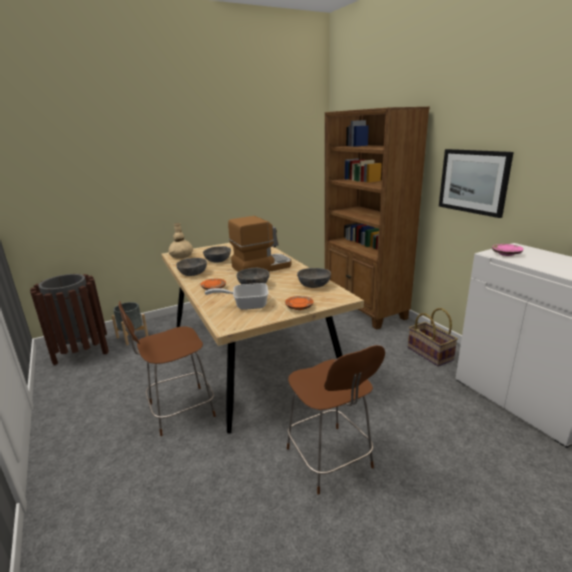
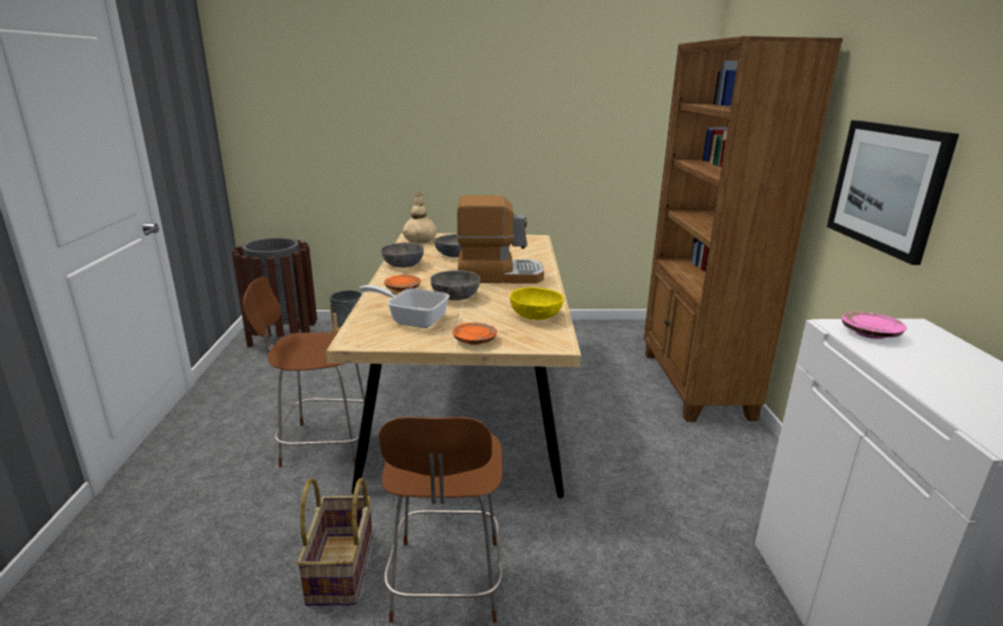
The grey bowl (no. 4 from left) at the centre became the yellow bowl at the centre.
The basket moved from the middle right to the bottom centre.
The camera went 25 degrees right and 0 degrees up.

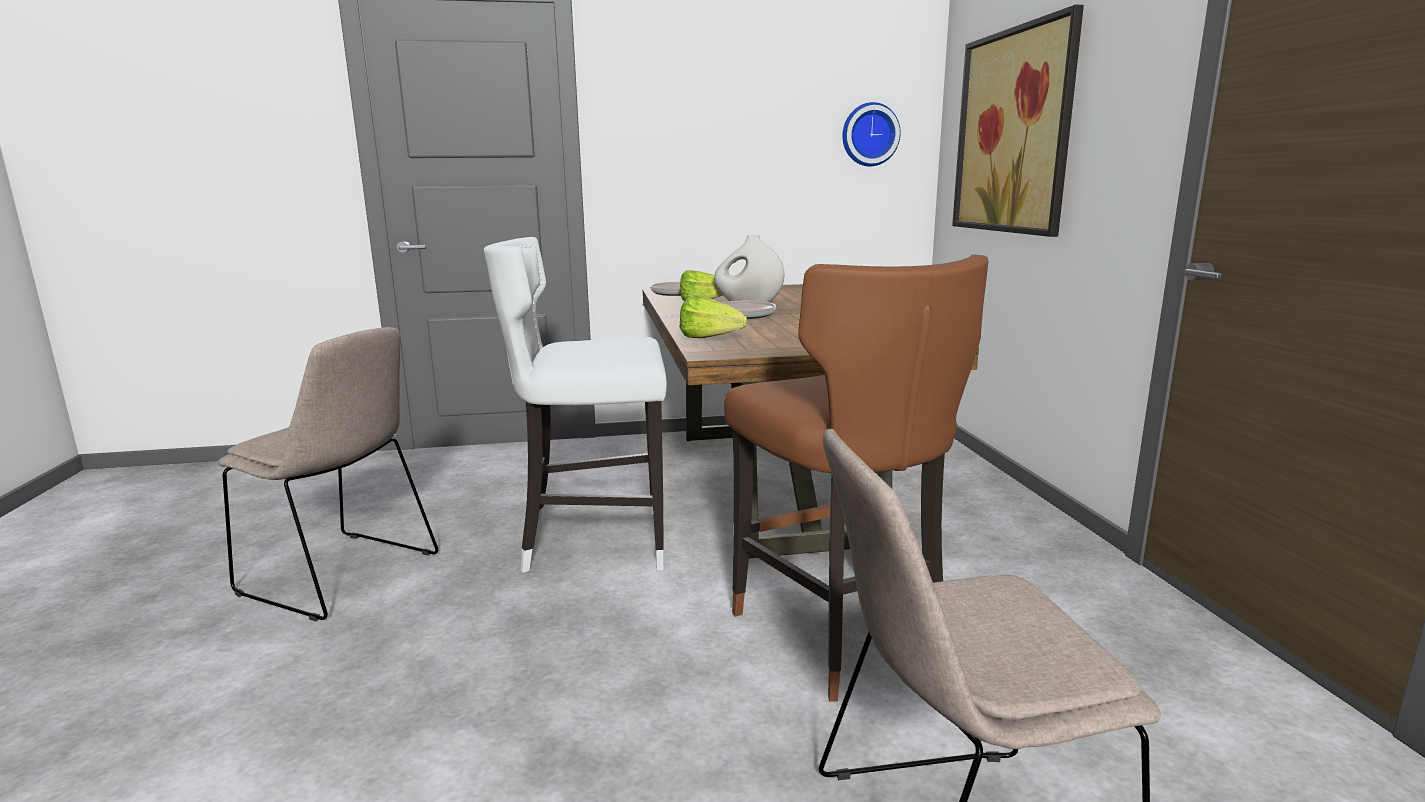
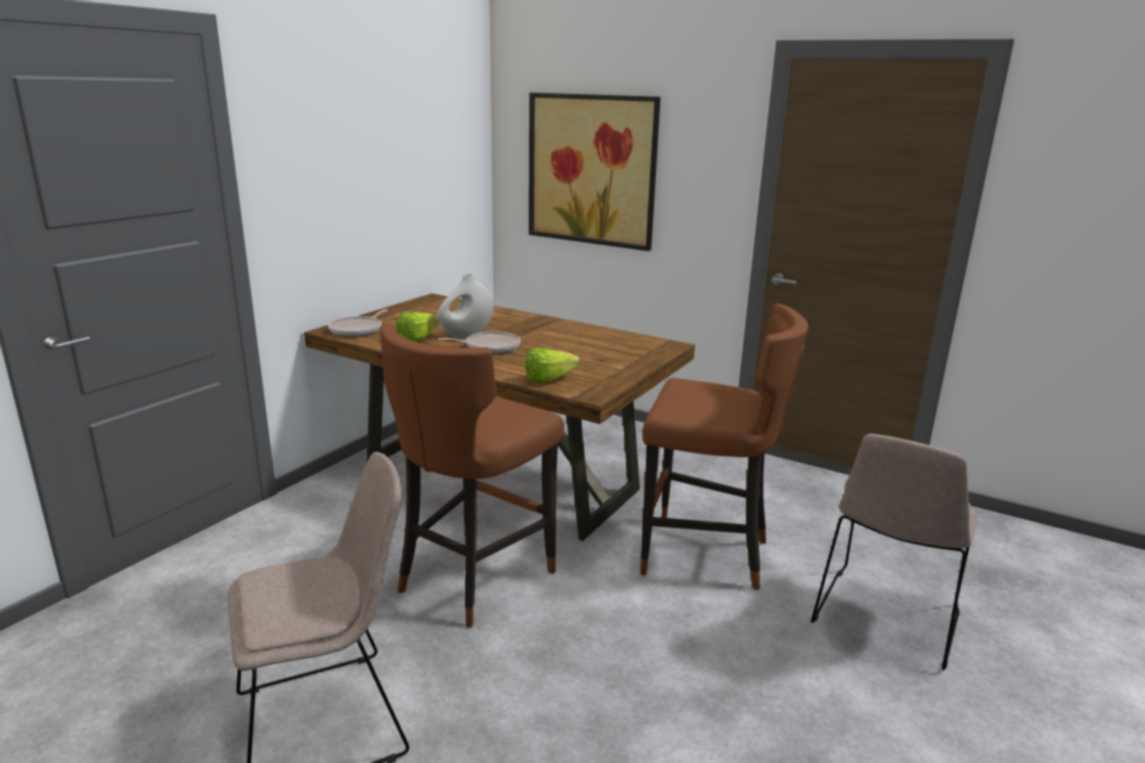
The white stool at the centre became the brown stool (no. 1 from left) at the centre.
The wall clock at the top centre disappeared.
The camera went 50 degrees left and 5 degrees up.

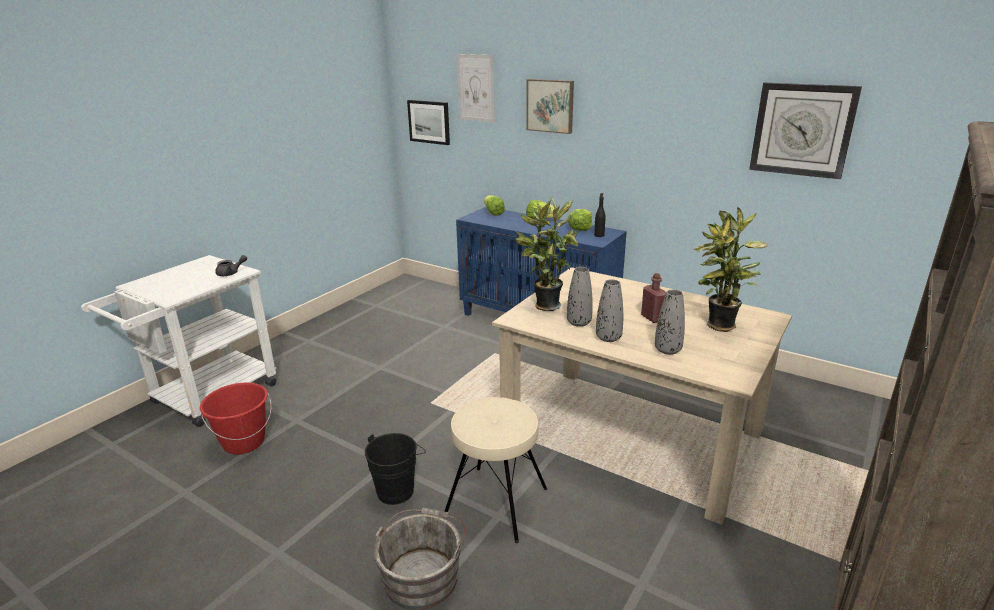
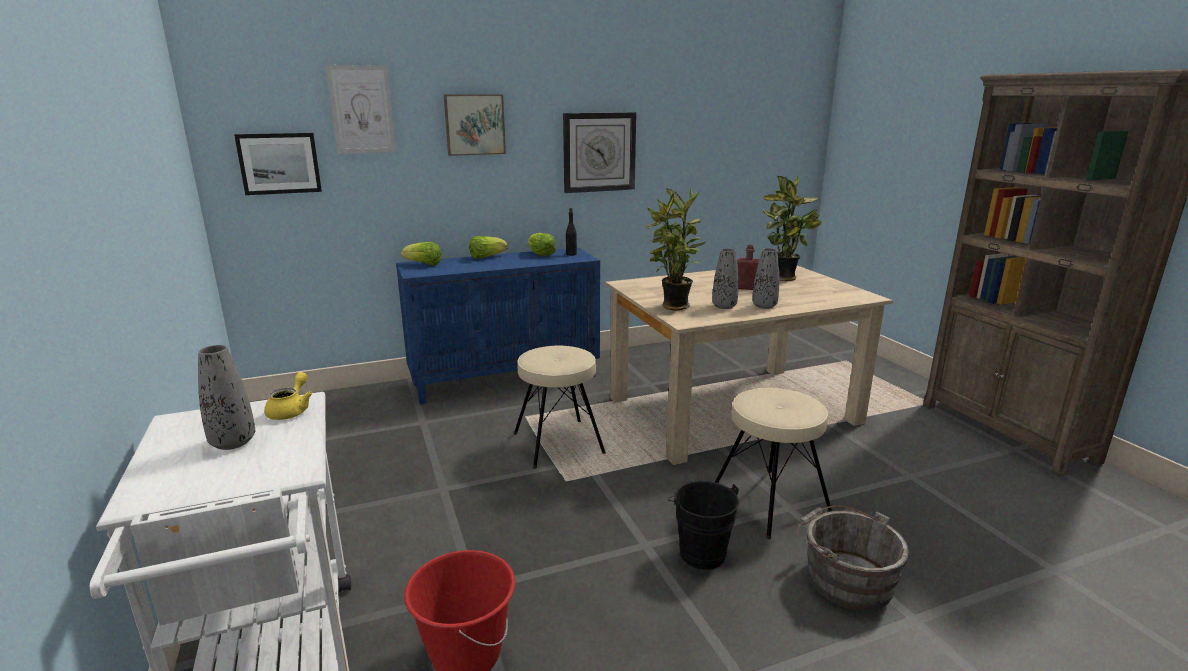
The grey teapot at the middle left became the yellow teapot at the middle left.
The grey vase (no. 3 from left in the first image) moved from the middle right to the middle left.
The wall clock moved from the top right to the top centre.
The beige stool (no. 1 from left) at the centre appeared.
The camera went 55 degrees left and 5 degrees down.

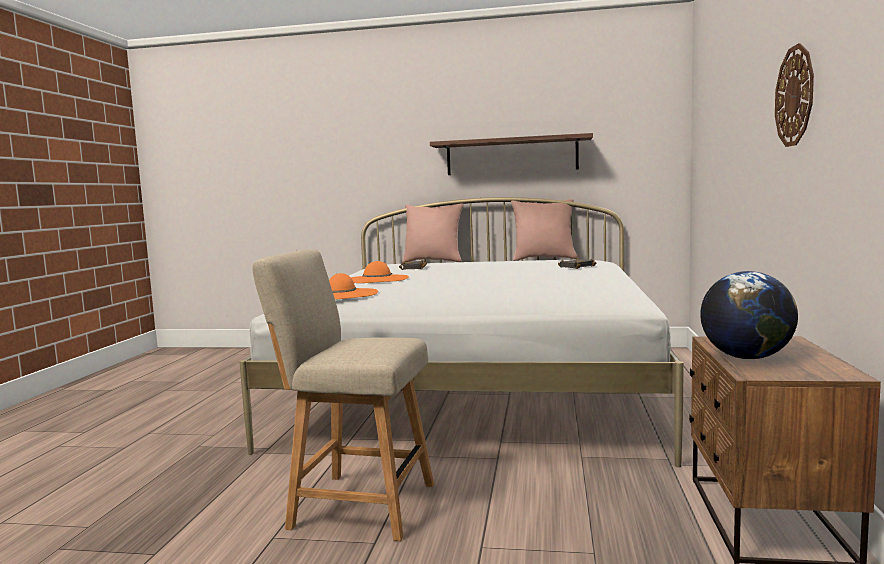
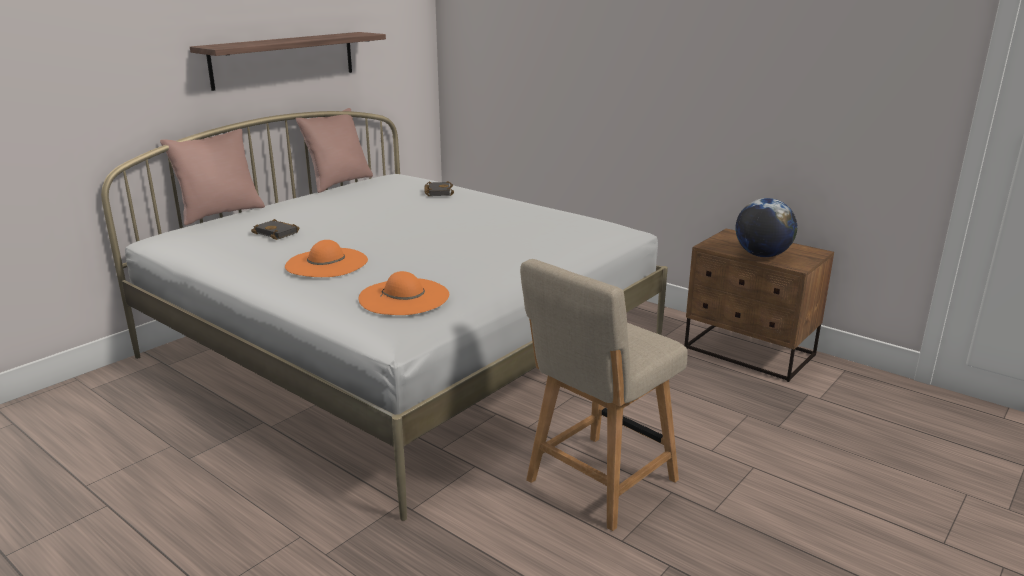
The wall clock at the top right disappeared.
The camera went 60 degrees left and 15 degrees up.

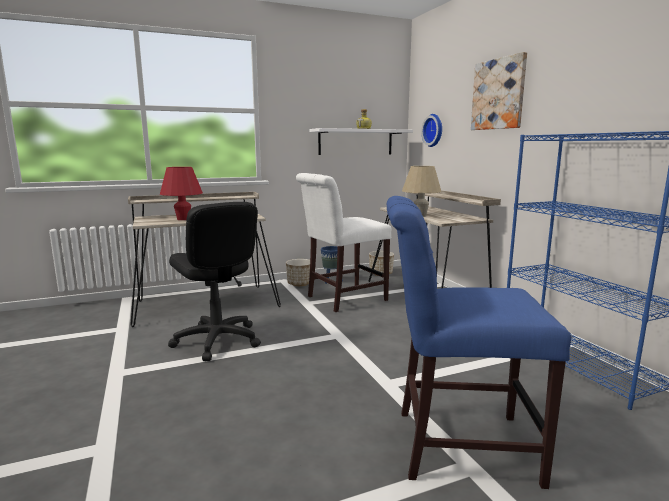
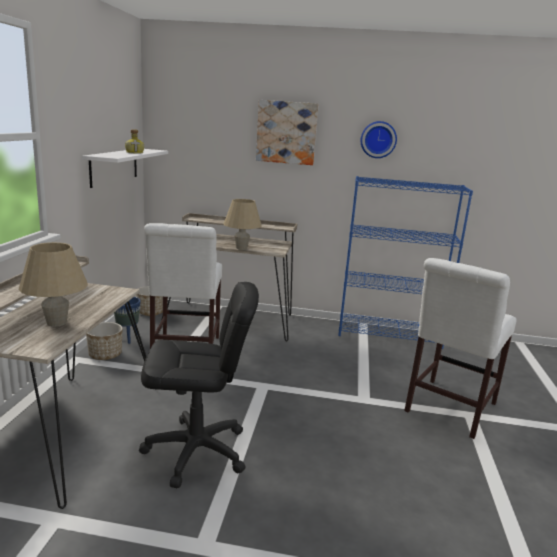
The red table lamp at the middle left became the beige table lamp (no. 1 from left) at the middle left.
The blue chair at the bottom right became the white chair (no. 2 from left) at the middle right.
The wall clock moved from the top centre to the top right.
The camera went 60 degrees left and 5 degrees up.

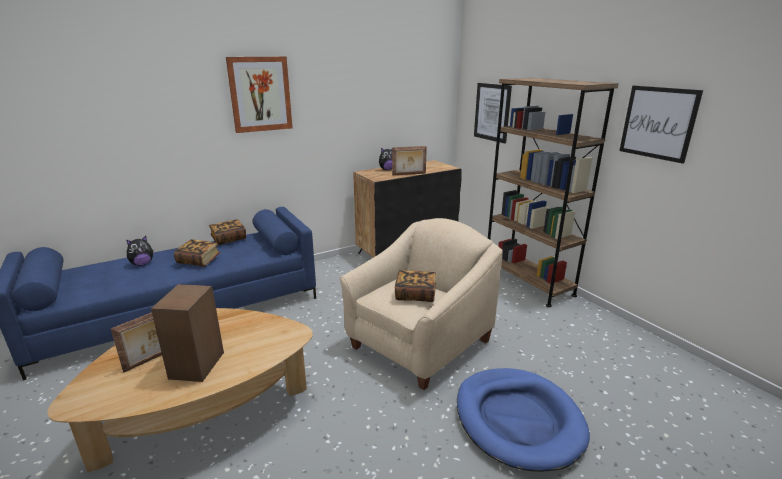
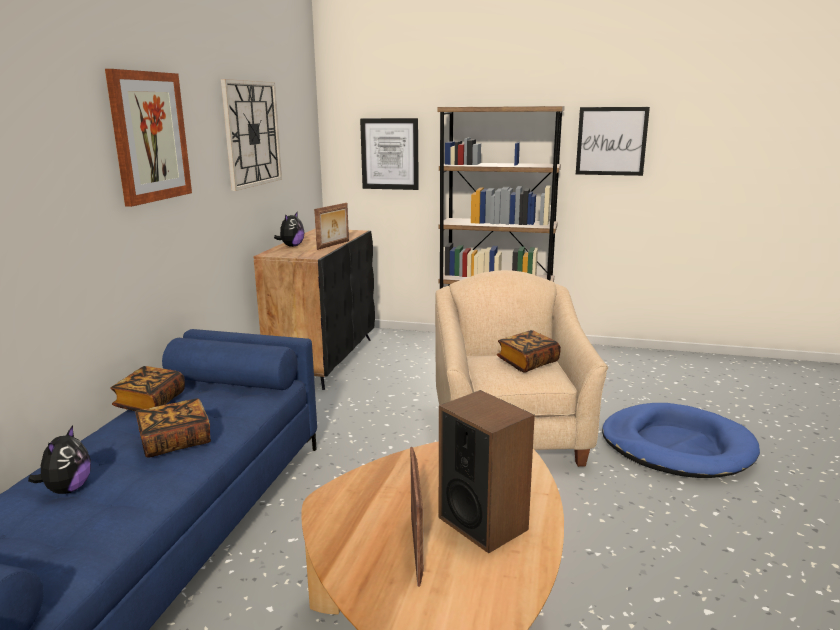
The wall clock at the top left appeared.
The camera went 45 degrees left and 5 degrees down.

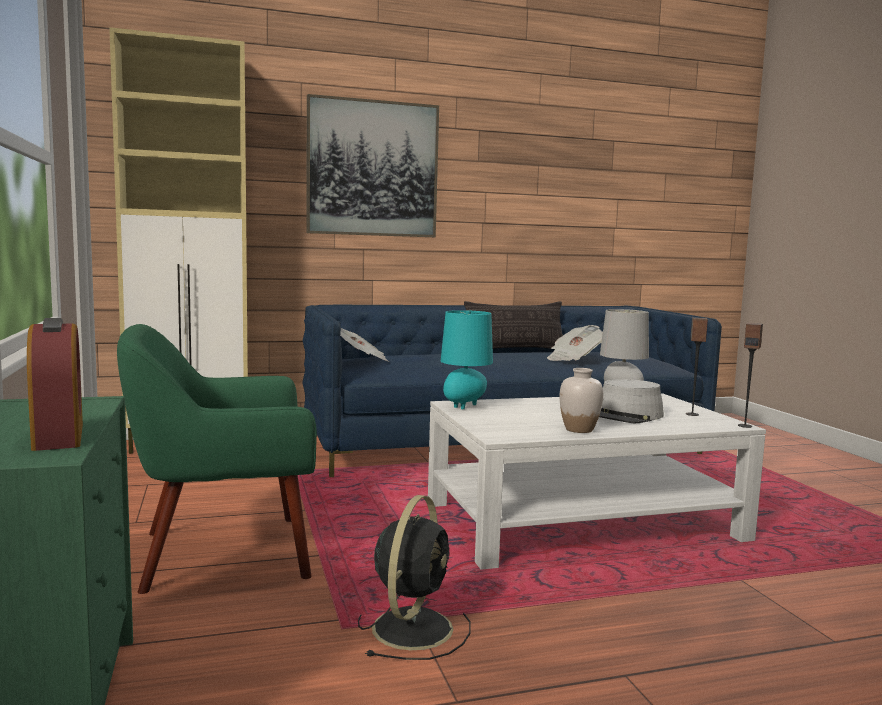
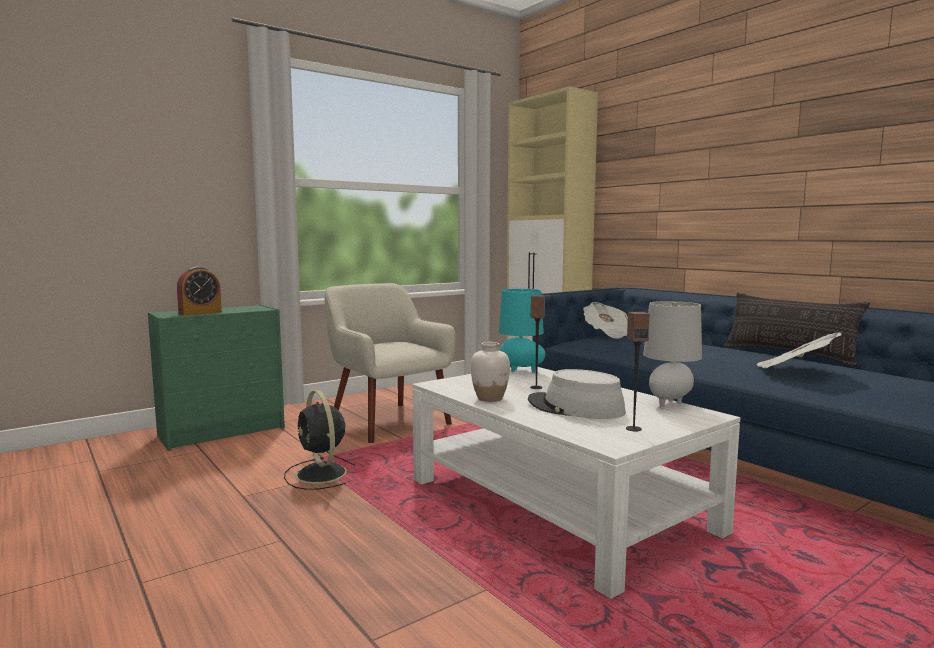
The green armchair at the middle left became the beige armchair at the centre.
The picture at the top centre disappeared.
The black fan at the bottom centre turned 60 degrees clockwise.
The speaker (no. 2 from left in the first image) moved from the middle right to the centre.
The camera went 70 degrees right and 0 degrees up.

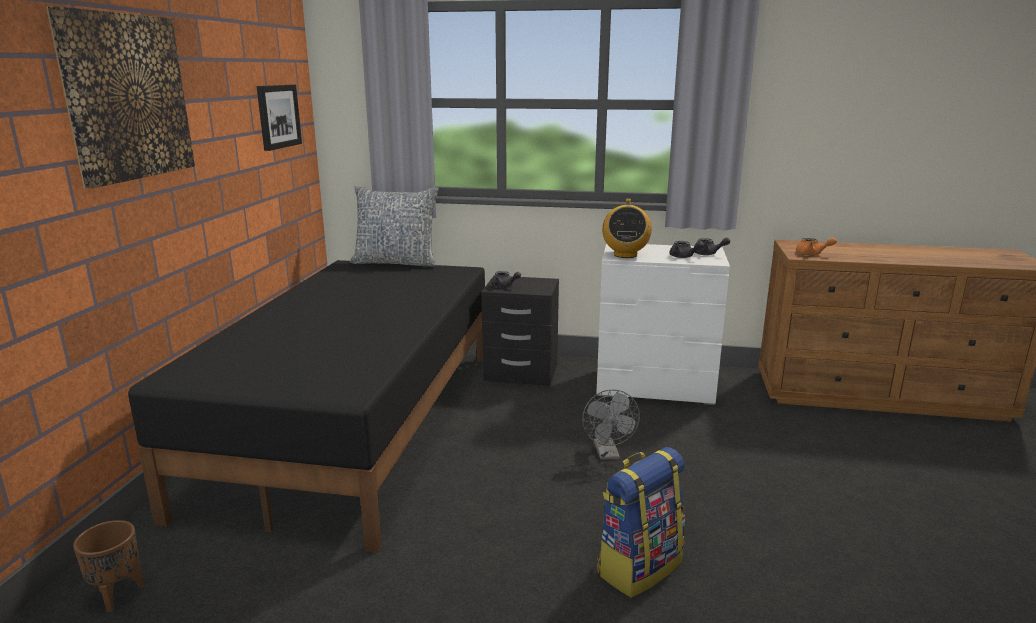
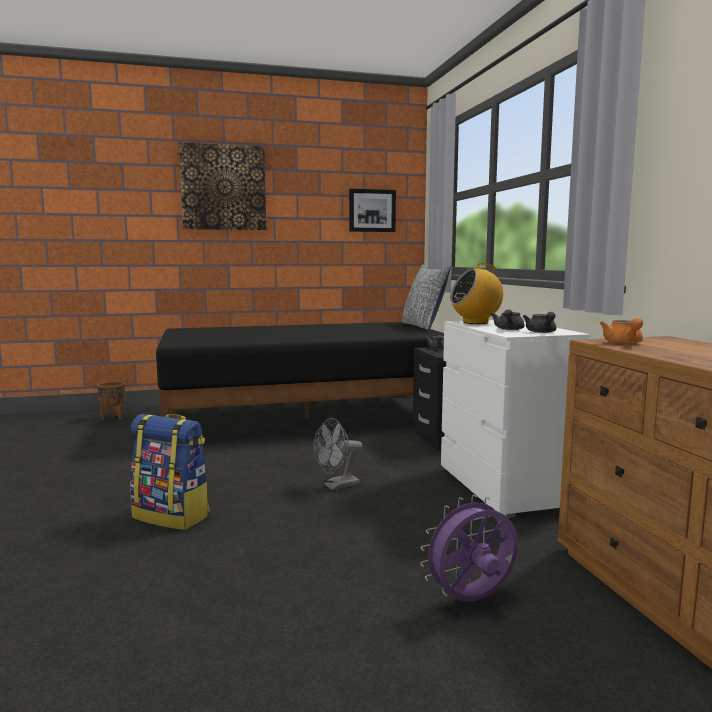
The purple fan at the bottom centre appeared.
The camera went 65 degrees right and 10 degrees down.

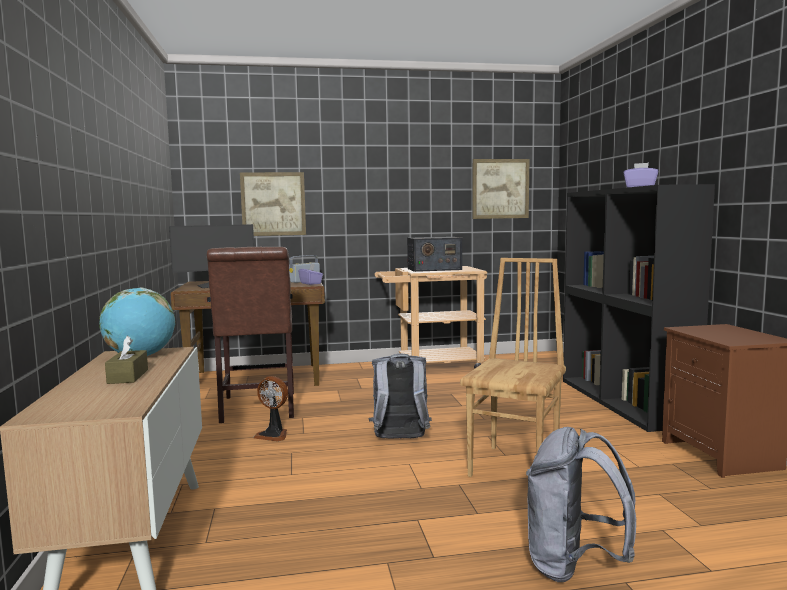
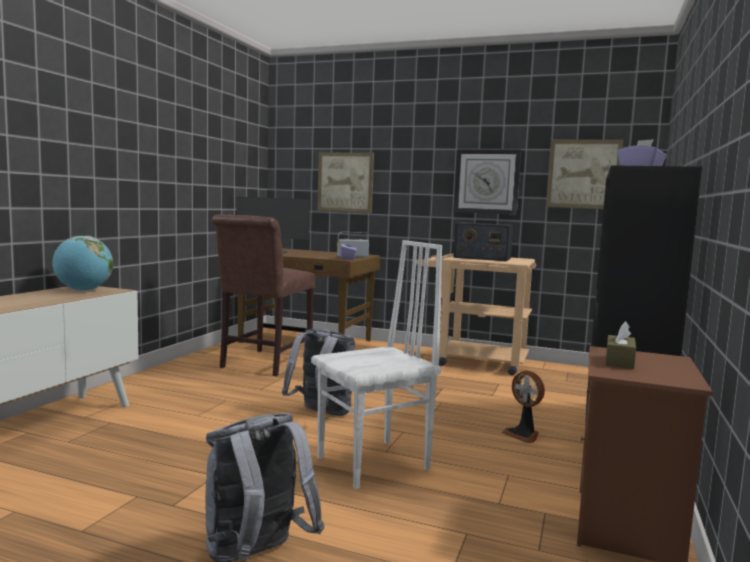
The brown tissue box moved from the middle left to the middle right.
The fan moved from the bottom centre to the bottom right.
The brown chair (no. 2 from left) at the centre became the white chair at the centre.
The wall clock at the top centre appeared.
The camera went 30 degrees right and 0 degrees up.

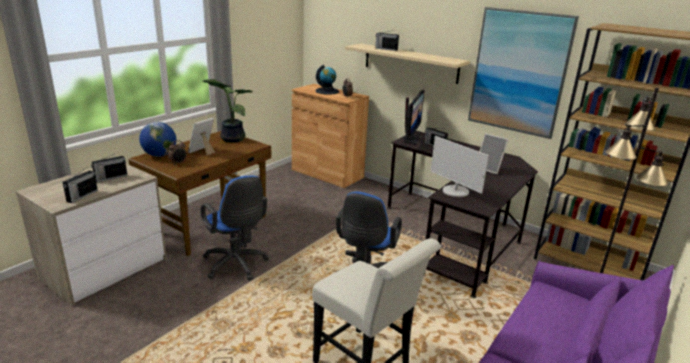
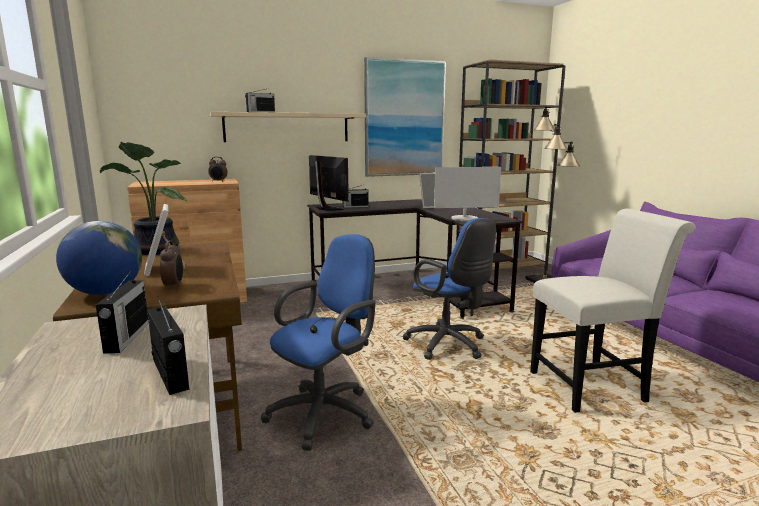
The blue office chair (no. 1 from left) at the centre turned 45 degrees counterclockwise.
The globe (no. 2 from left) at the top centre disappeared.
The camera went 55 degrees left and 10 degrees down.

